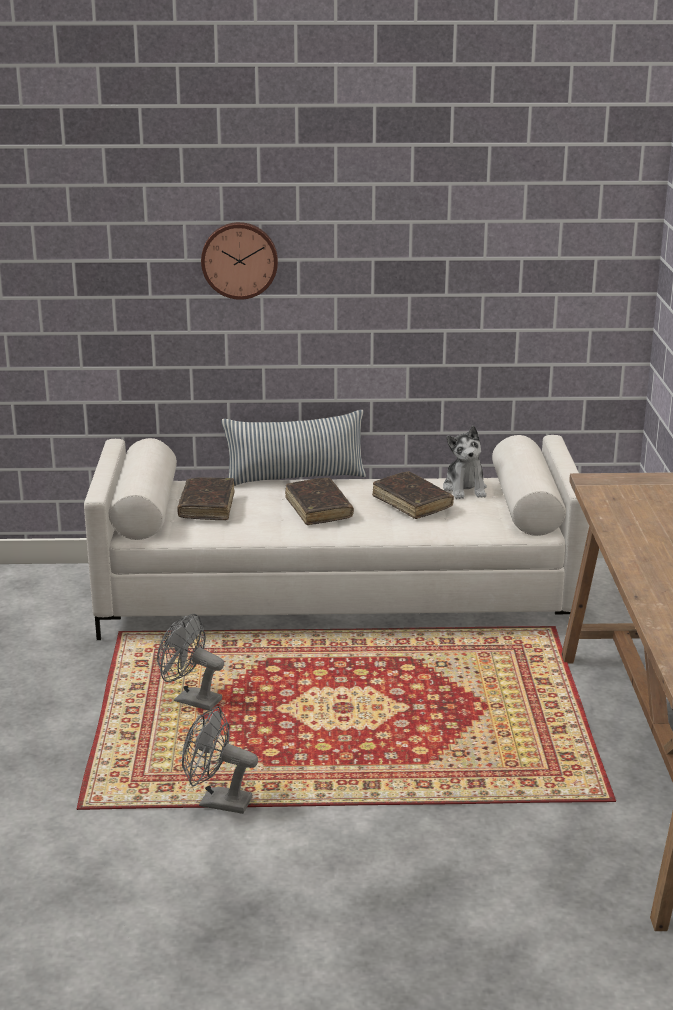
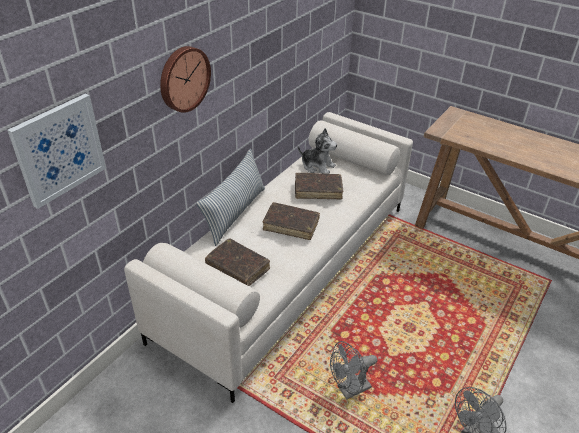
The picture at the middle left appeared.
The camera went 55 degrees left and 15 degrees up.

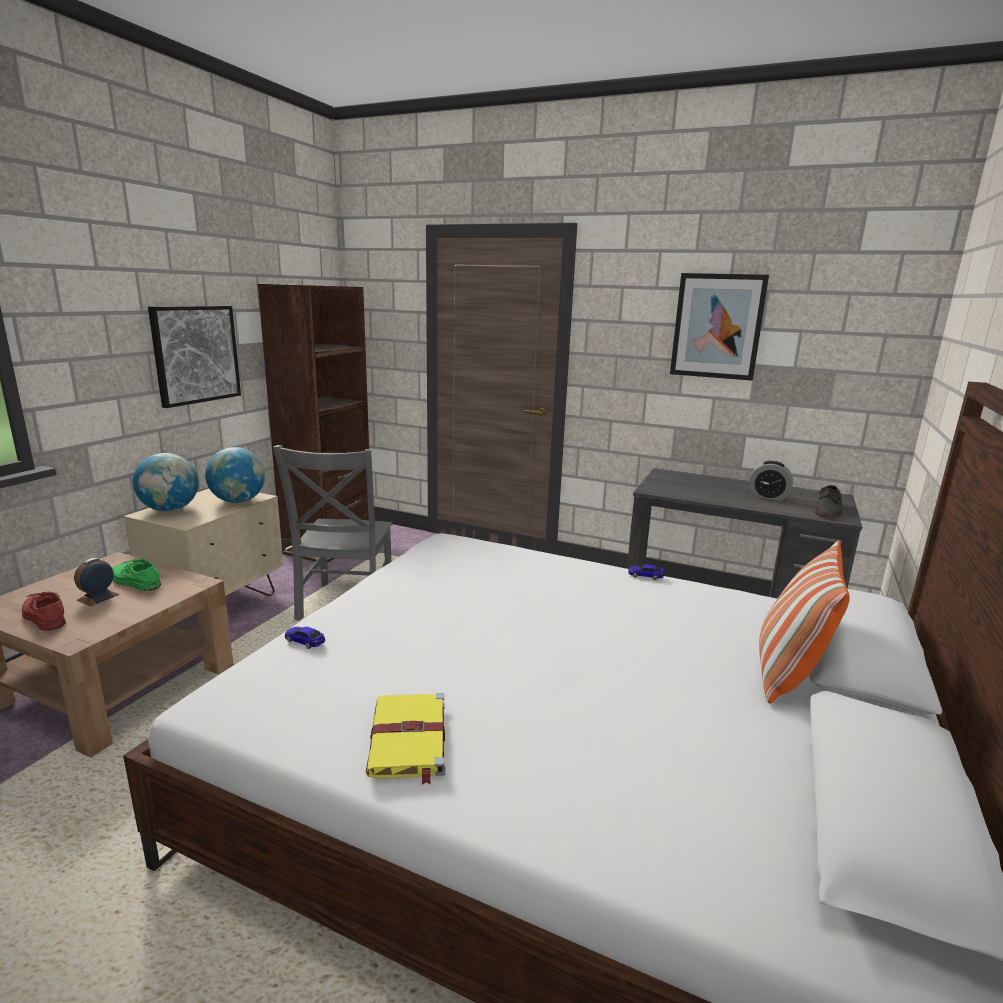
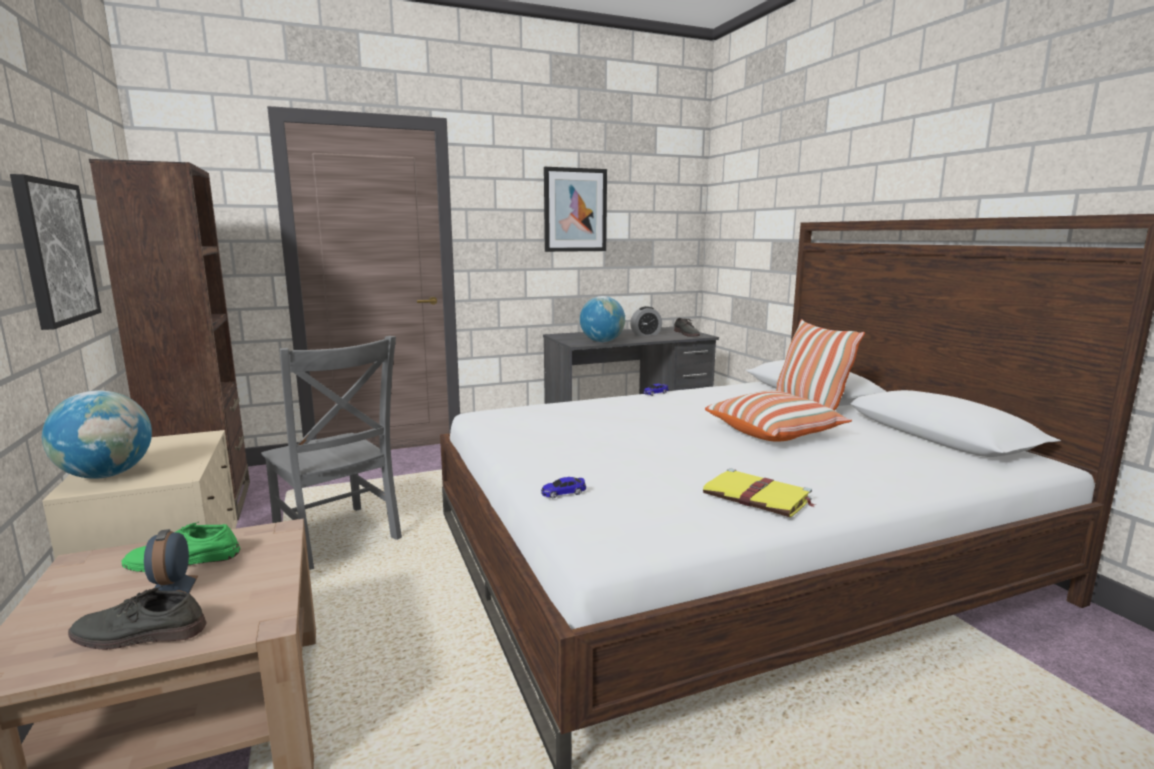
The red shoe at the middle left became the grey shoe (no. 1 from left) at the bottom left.
The globe (no. 2 from left) moved from the middle left to the centre.
The pillow (no. 1 from left) at the middle right appeared.
The camera went 45 degrees left and 5 degrees down.

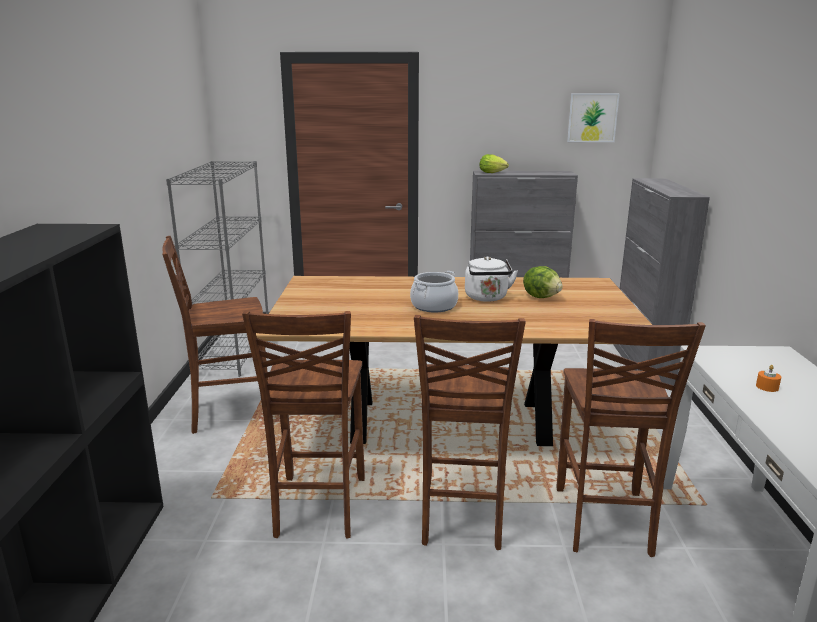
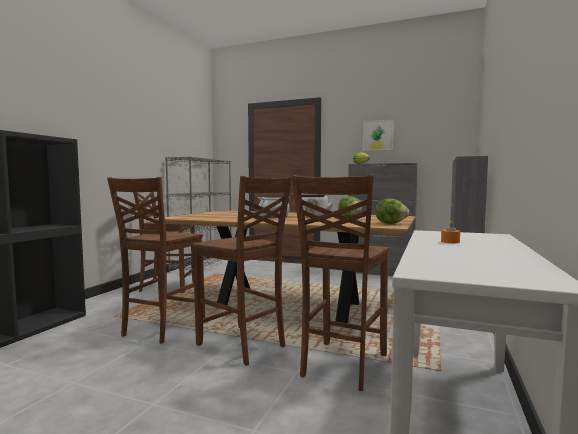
The brown chair (no. 3 from left) at the bottom centre turned 75 degrees counterclockwise.
The picture moved from the top right to the top centre.
The lettuce (no. 3 from left) at the middle right appeared.
The camera went 20 degrees right and 15 degrees down.

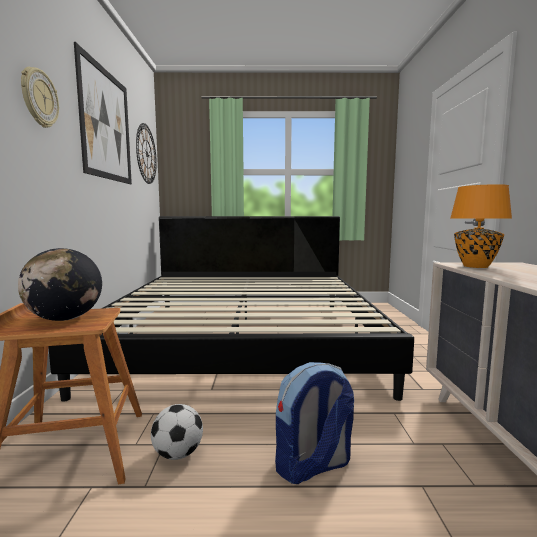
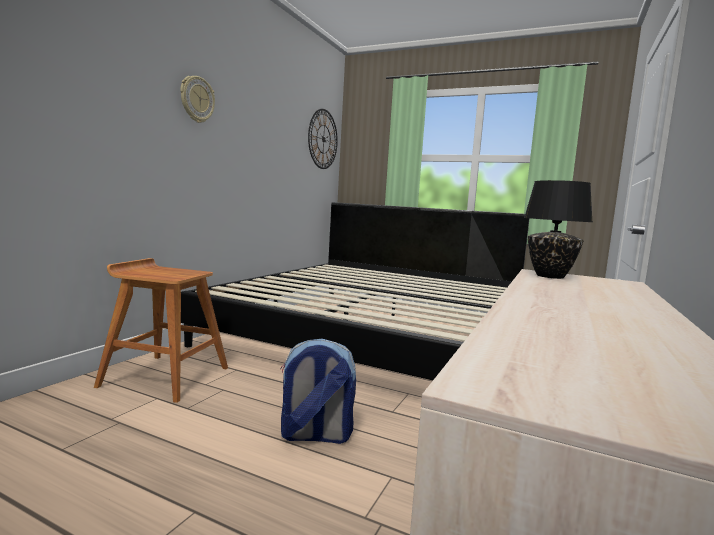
The globe at the middle left disappeared.
The picture at the top left disappeared.
The football at the bottom left disappeared.
The orange table lamp at the middle right became the black table lamp at the middle right.
The camera went 25 degrees right and 0 degrees up.

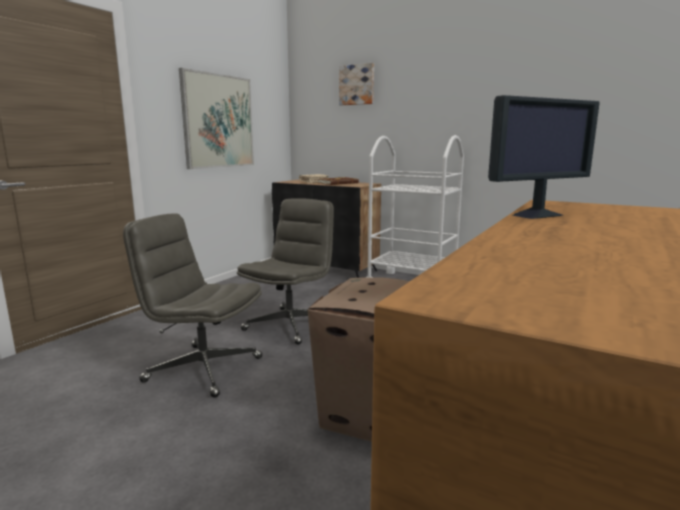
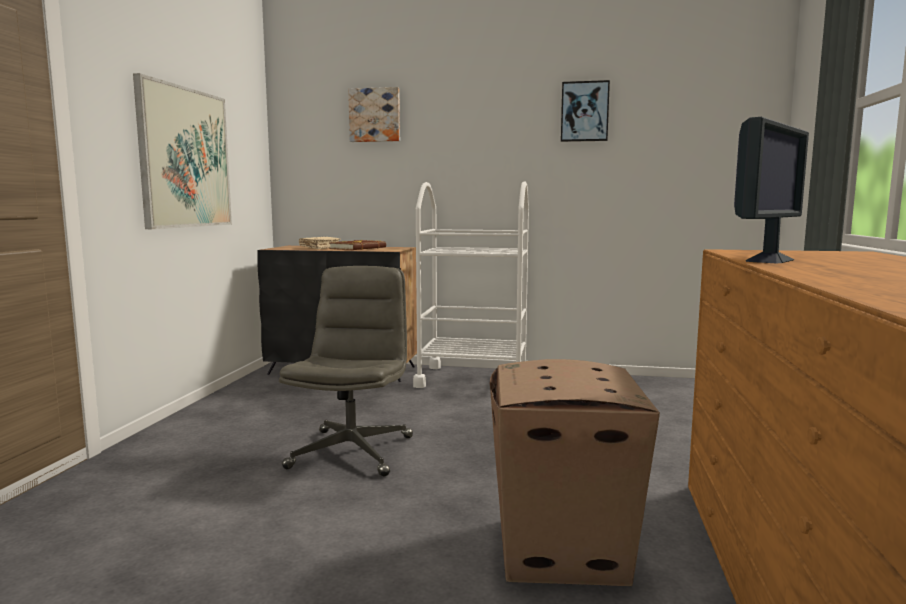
The grey office chair (no. 1 from left) at the middle left disappeared.
The picture (no. 3 from left) at the top centre appeared.
The camera went 20 degrees left and 5 degrees down.

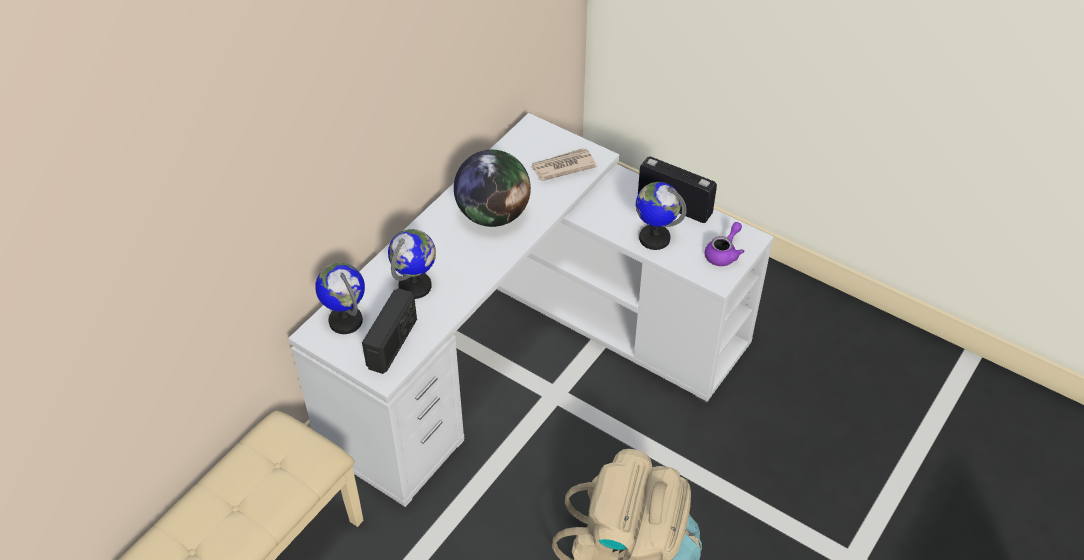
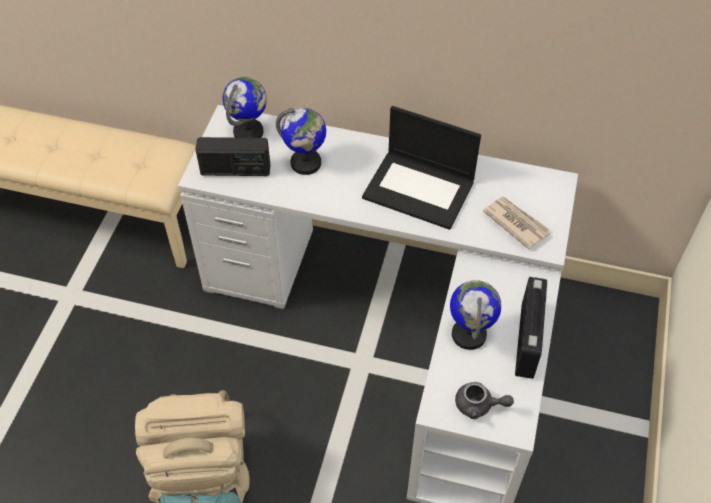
The globe (no. 3 from left) at the centre was replaced by the laptop at the centre.
The purple teapot at the middle right became the grey teapot at the bottom right.
The camera went 70 degrees right and 5 degrees up.

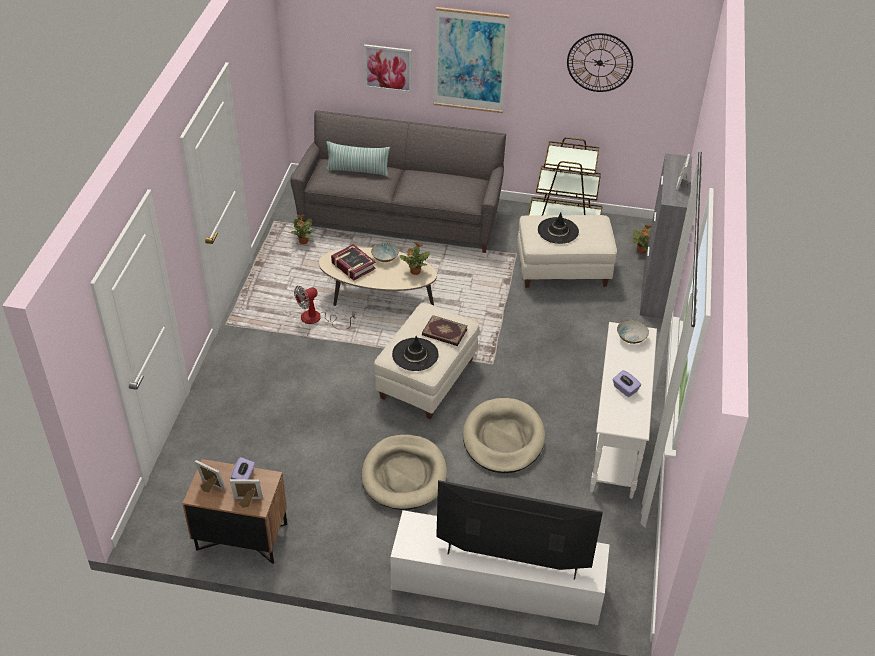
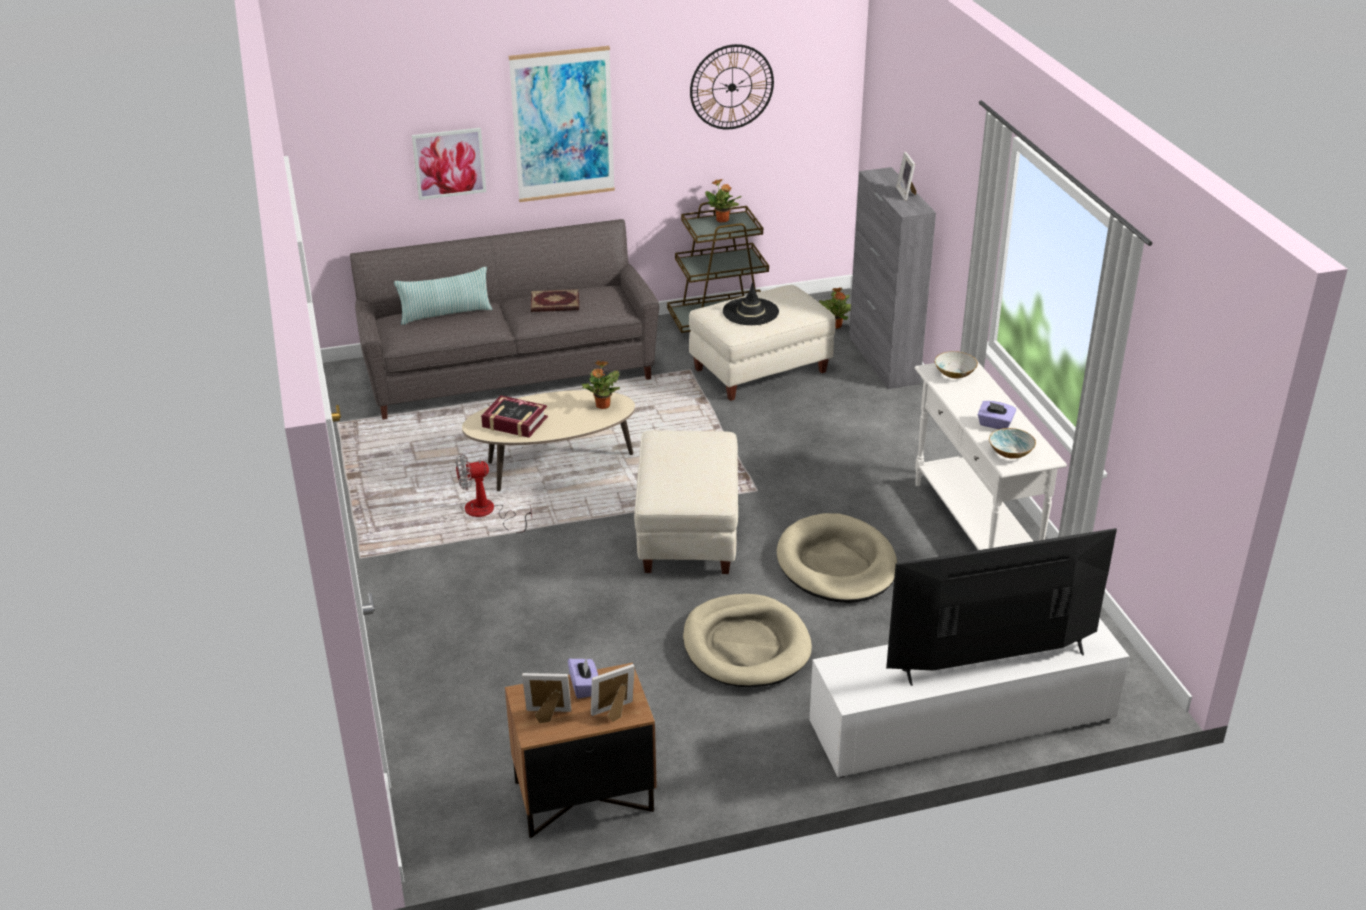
The potted plant (no. 1 from left in the first image) moved from the centre to the top centre.
The fan at the centre turned 45 degrees clockwise.
The bowl (no. 1 from left in the first image) moved from the centre to the middle right.
The black hat (no. 1 from left) at the centre disappeared.
The book (no. 2 from left) moved from the centre to the top centre.
The camera went 25 degrees left and 10 degrees down.

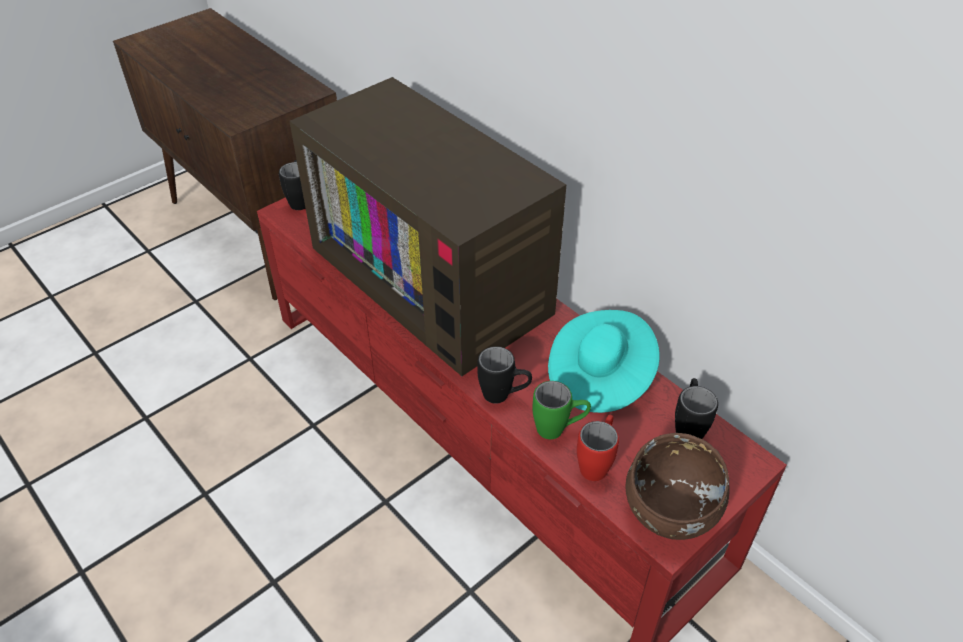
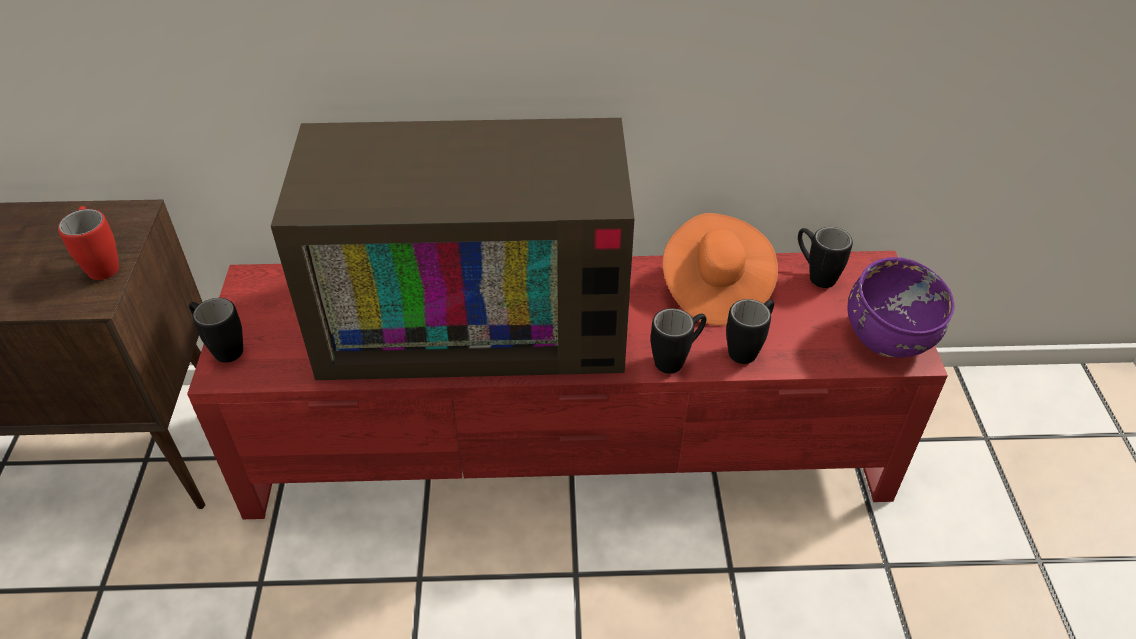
The green mug at the centre became the black mug (no. 3 from left) at the centre.
The turquoise hat at the centre became the orange hat at the centre.
The red mug moved from the bottom centre to the middle left.
The brown bowl at the bottom right became the purple bowl at the middle right.
The camera went 50 degrees left and 0 degrees up.

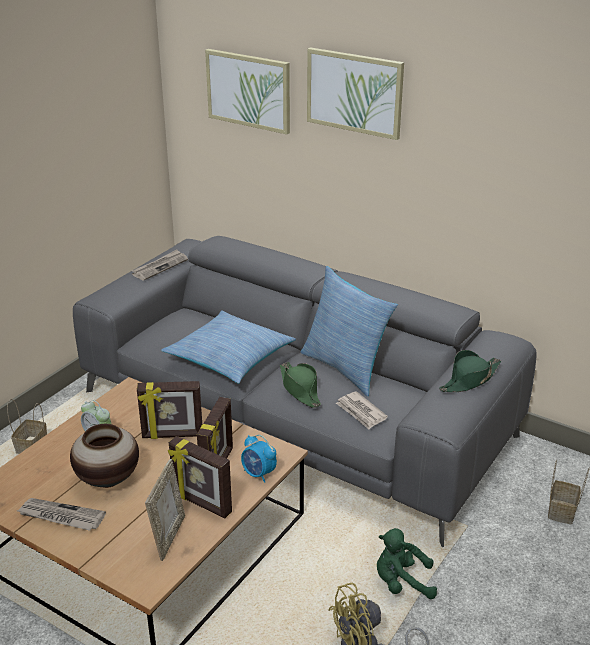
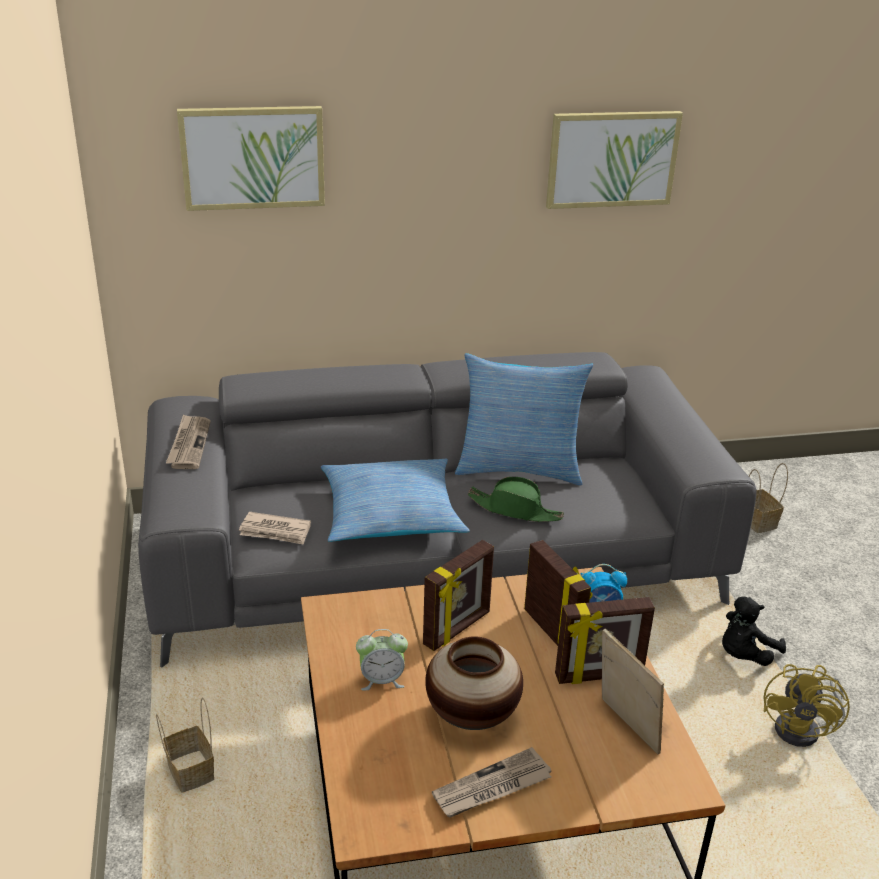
The picture (no. 2 from left) moved from the top centre to the top right.
The newspaper (no. 3 from left in the first image) moved from the centre to the middle left.
The green plush toy at the bottom right became the black plush toy at the bottom right.
The green hat (no. 2 from left) at the middle right disappeared.
The camera went 45 degrees left and 0 degrees up.

